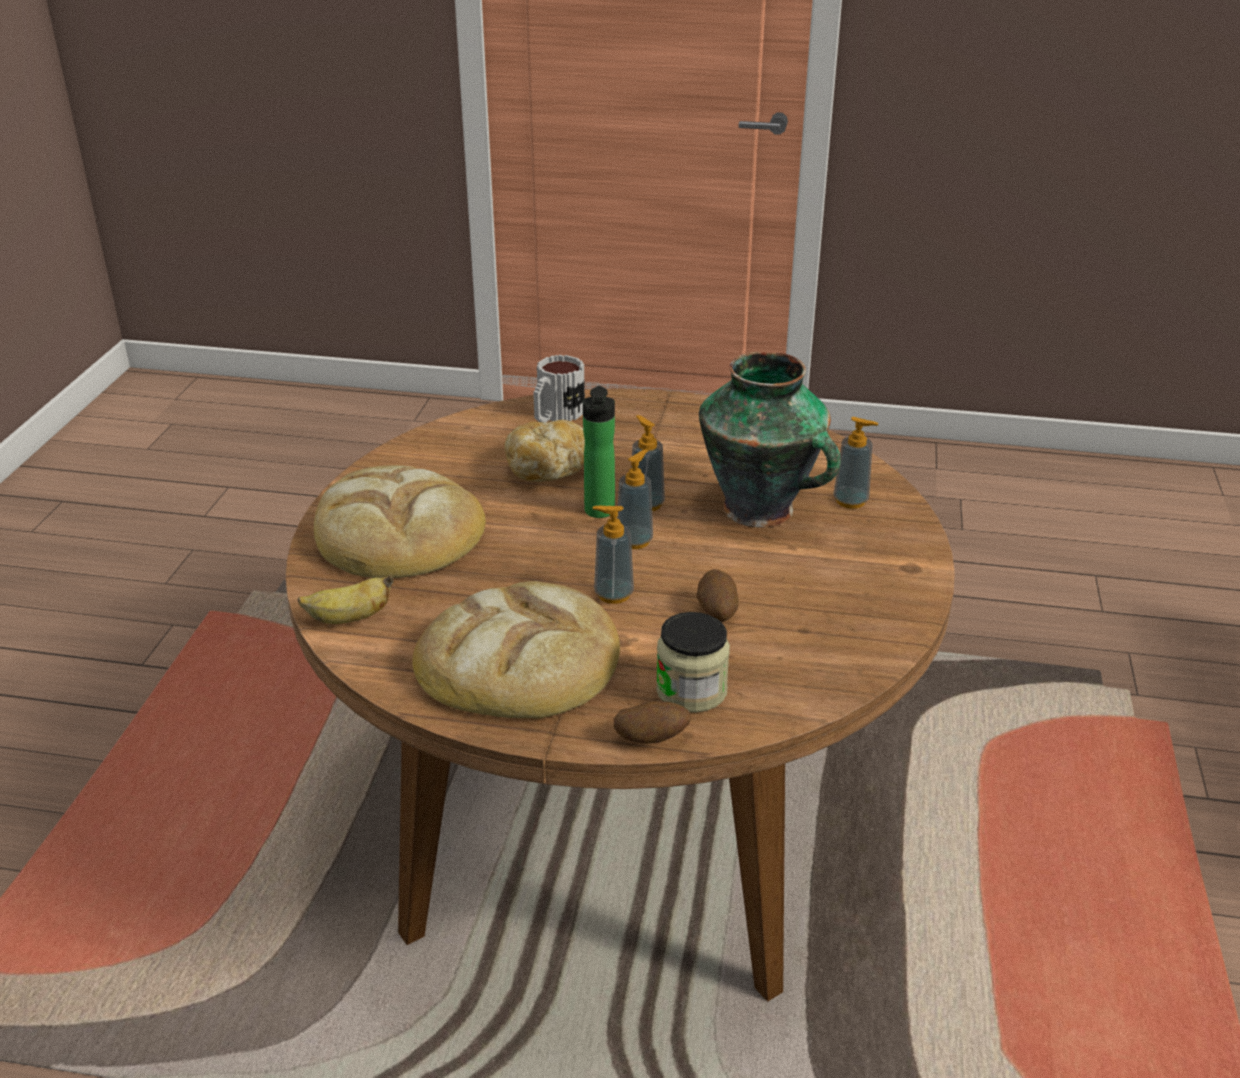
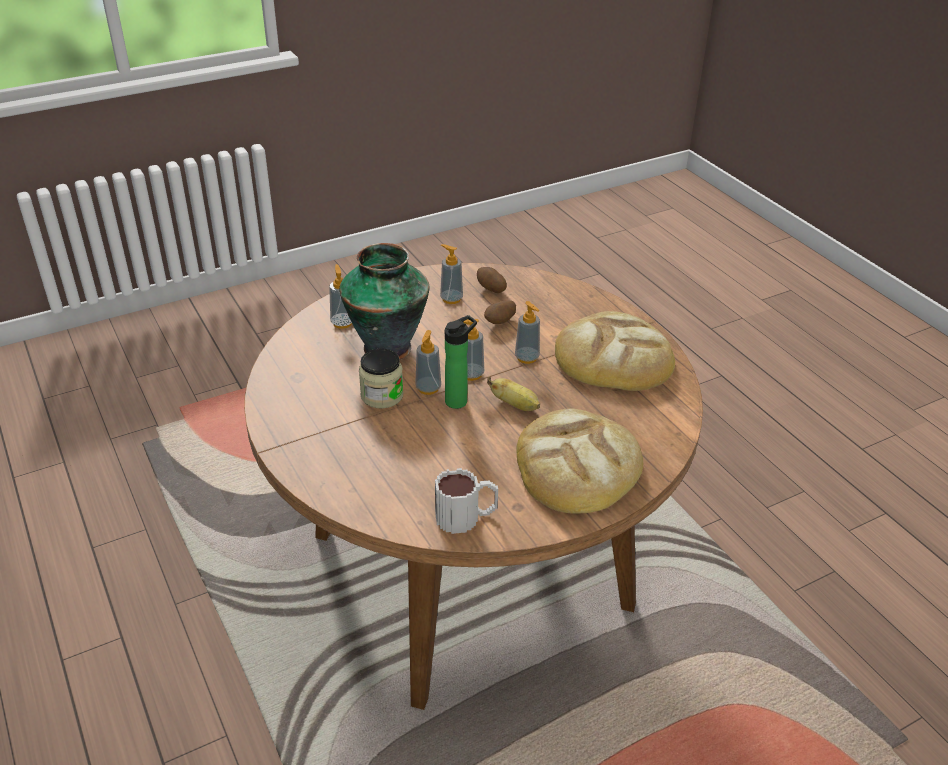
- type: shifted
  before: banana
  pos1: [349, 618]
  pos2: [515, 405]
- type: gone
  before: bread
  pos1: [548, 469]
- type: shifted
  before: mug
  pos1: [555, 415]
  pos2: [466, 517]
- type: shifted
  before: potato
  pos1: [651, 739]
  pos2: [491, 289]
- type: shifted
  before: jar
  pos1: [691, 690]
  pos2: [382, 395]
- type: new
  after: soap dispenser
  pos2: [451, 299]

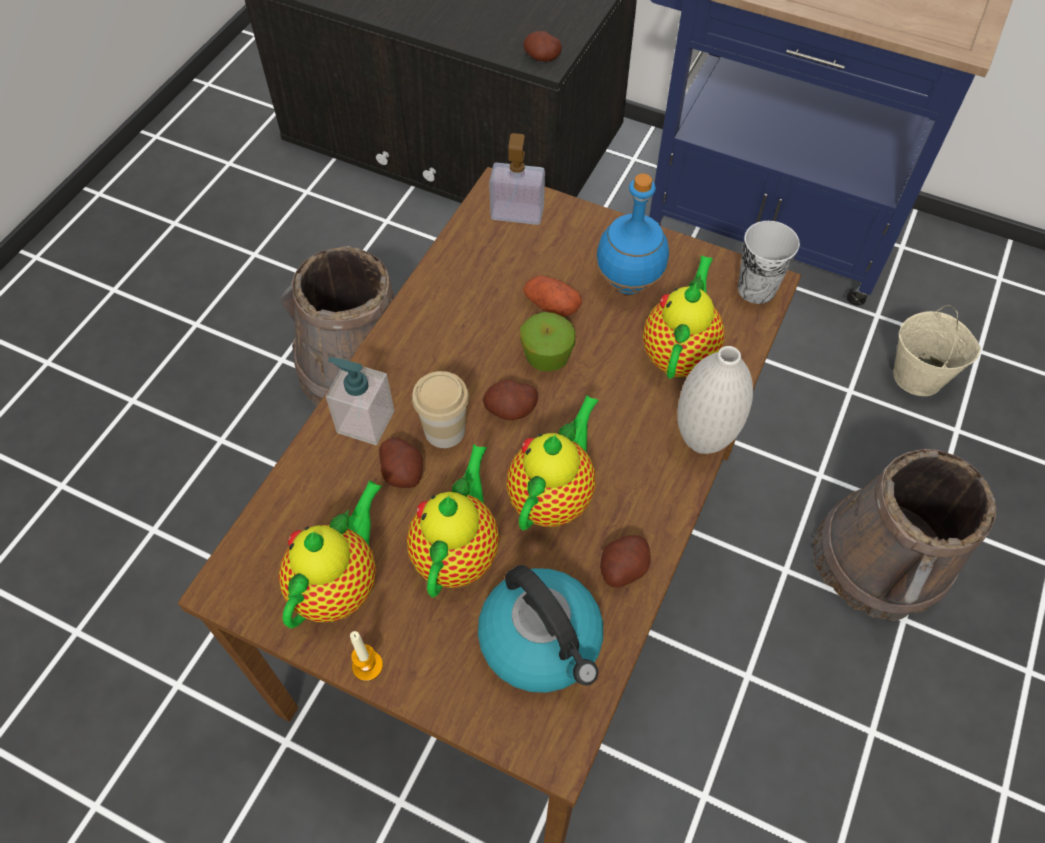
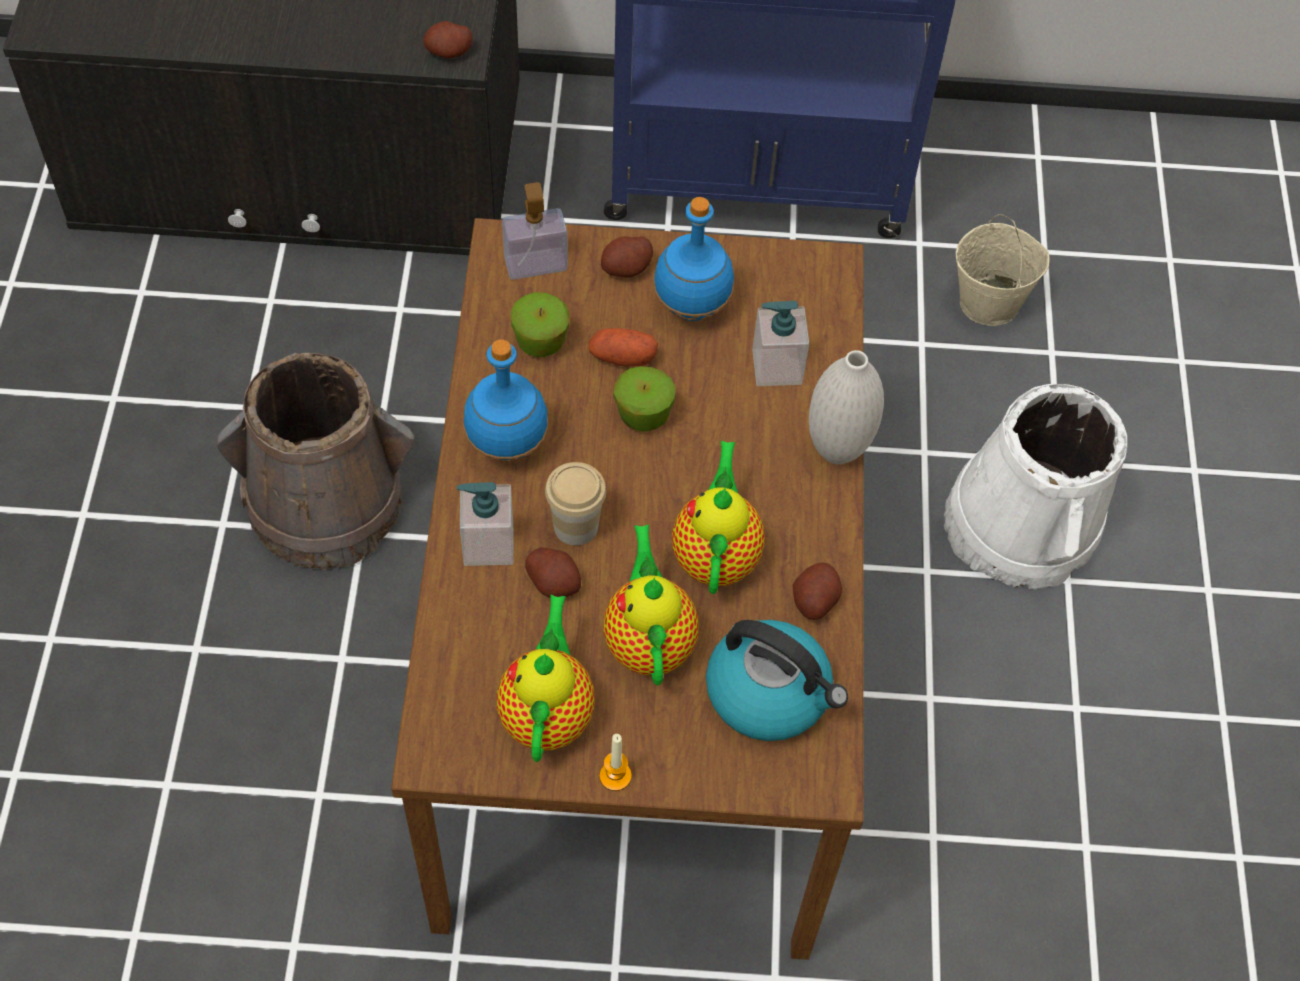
- type: shifted
  before: potato
  pos1: [511, 409]
  pos2: [626, 268]
- type: swapped
  before: teapot
  after: soap dispenser
  pos1: [679, 352]
  pos2: [776, 367]
- type: gone
  before: cup
  pos1: [756, 289]
- type: repainted
  before: brown bucket
  after: white bucket
  pos1: [880, 560]
  pos2: [1021, 525]
- type: new
  after: blue bottle
  pos2: [507, 444]
- type: new
  after: apple
  pos2: [541, 341]

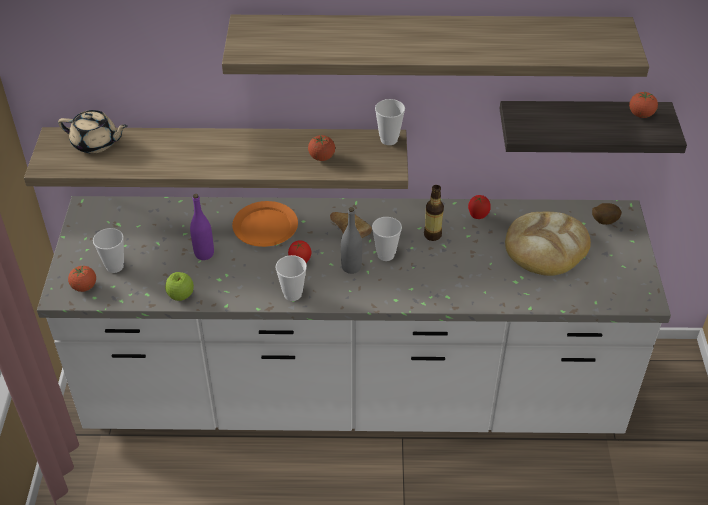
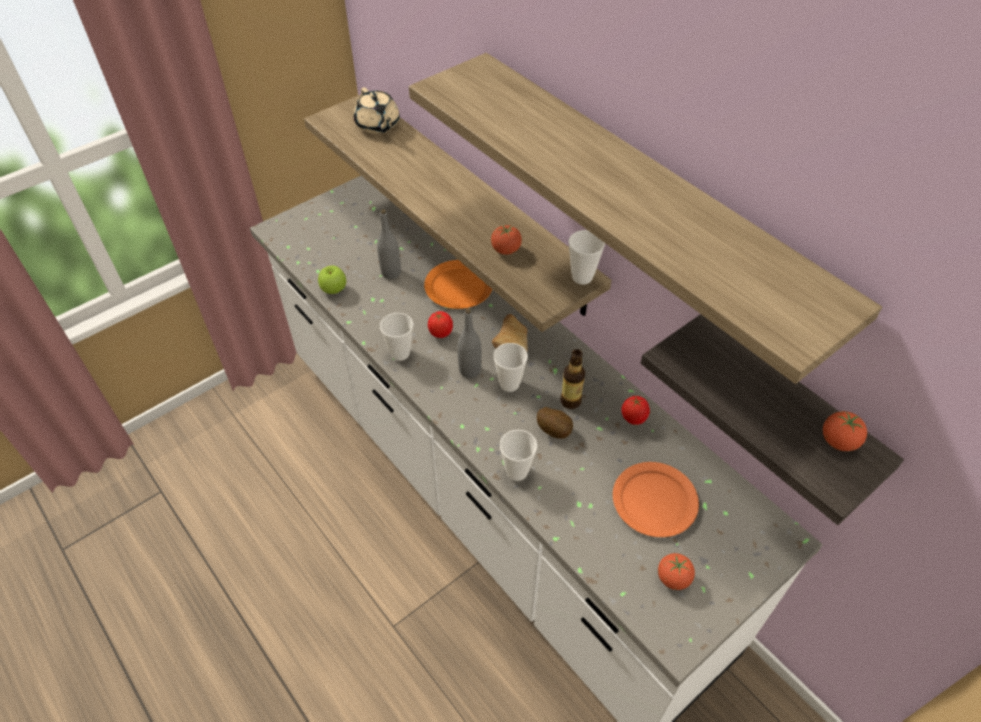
- type: shifted
  before: tomato
  pos1: [84, 287]
  pos2: [673, 578]
- type: shifted
  before: cup
  pos1: [114, 266]
  pos2: [517, 471]
- type: repainted
  before: purple bottle
  after: grey bottle
  pos1: [204, 254]
  pos2: [391, 273]
- type: swapped
  before: bread
  after: orange plate
  pos1: [546, 246]
  pos2: [654, 500]
- type: shifted
  before: potato
  pos1: [603, 221]
  pos2: [554, 430]

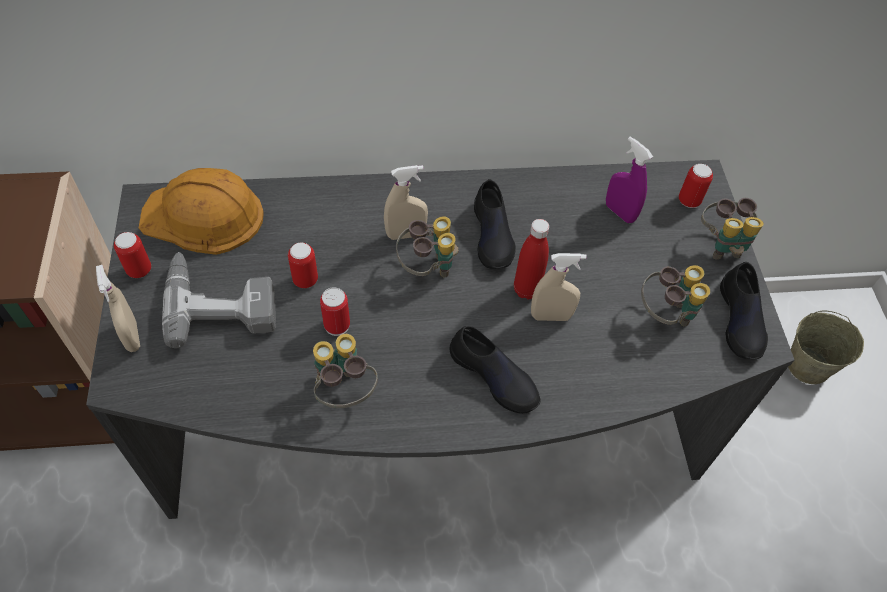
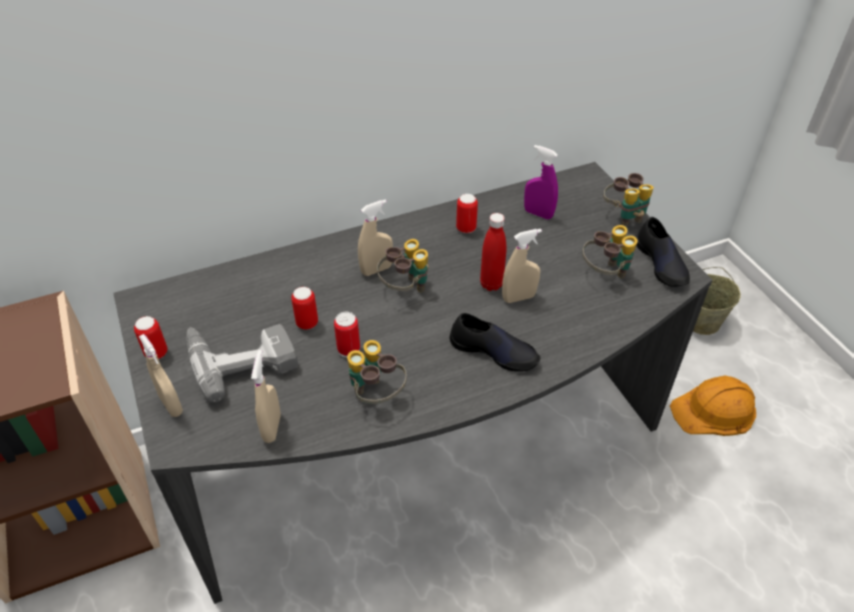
- type: shifted
  before: orange hard hat
  pos1: [203, 216]
  pos2: [714, 411]
- type: gone
  before: black shoe
  pos1: [492, 235]
- type: shifted
  before: can
  pos1: [689, 201]
  pos2: [466, 228]
- type: new
  after: beige spray bottle
  pos2: [272, 428]

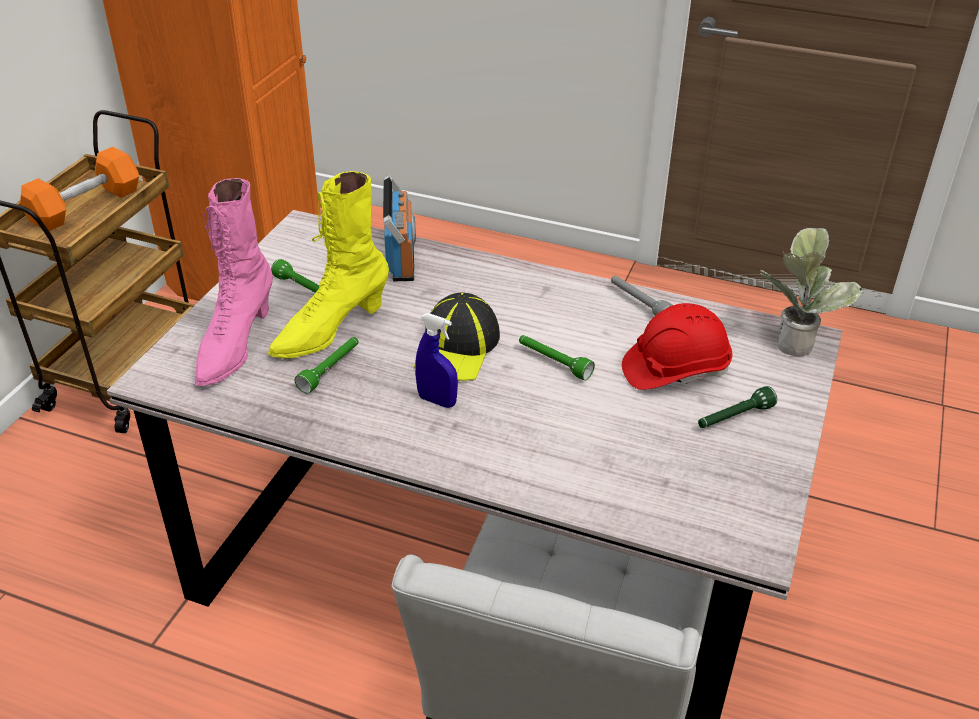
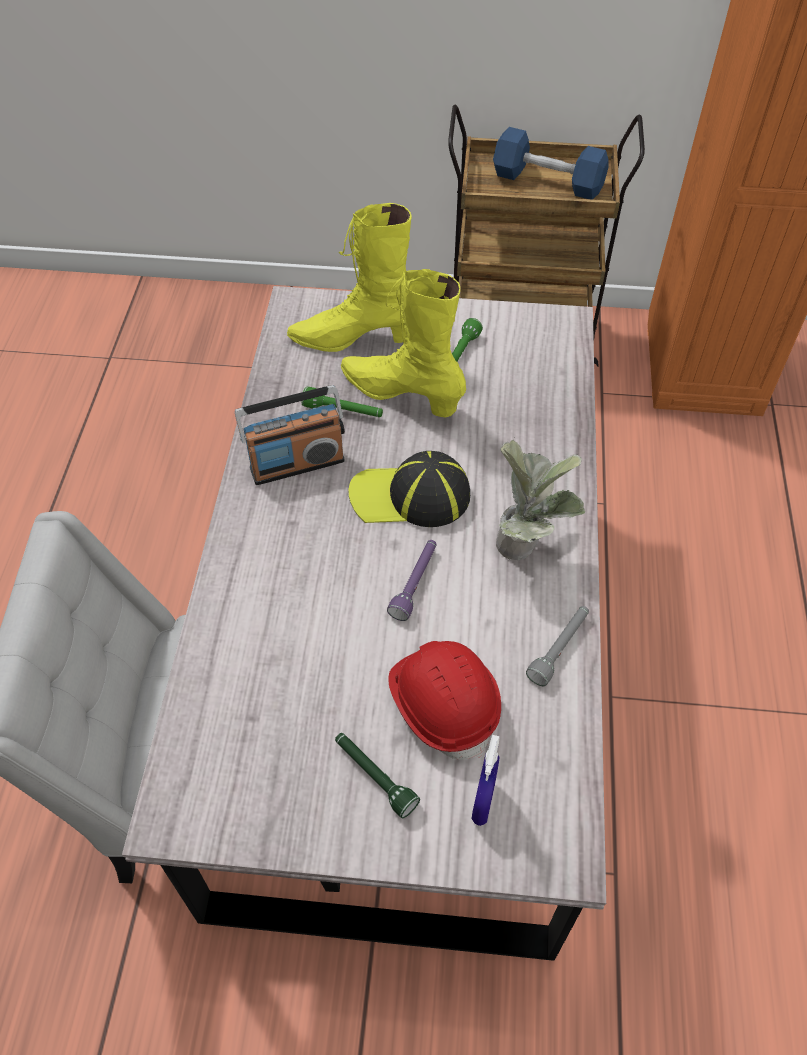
- type: repainted
  before: orange dumbbell
  after: blue dumbbell
  pos1: [85, 206]
  pos2: [548, 181]
- type: repainted
  before: pink boot
  after: yellow boot
  pos1: [235, 345]
  pos2: [355, 338]
- type: shifted
  before: radio
  pos1: [401, 259]
  pos2: [297, 464]
- type: shifted
  before: blue spray bottle
  pos1: [437, 401]
  pos2: [483, 803]
- type: repainted
  before: green flashlight
  after: purple flashlight
  pos1: [553, 362]
  pos2: [415, 583]
- type: shifted
  before: potted plant
  pos1: [794, 339]
  pos2: [527, 544]

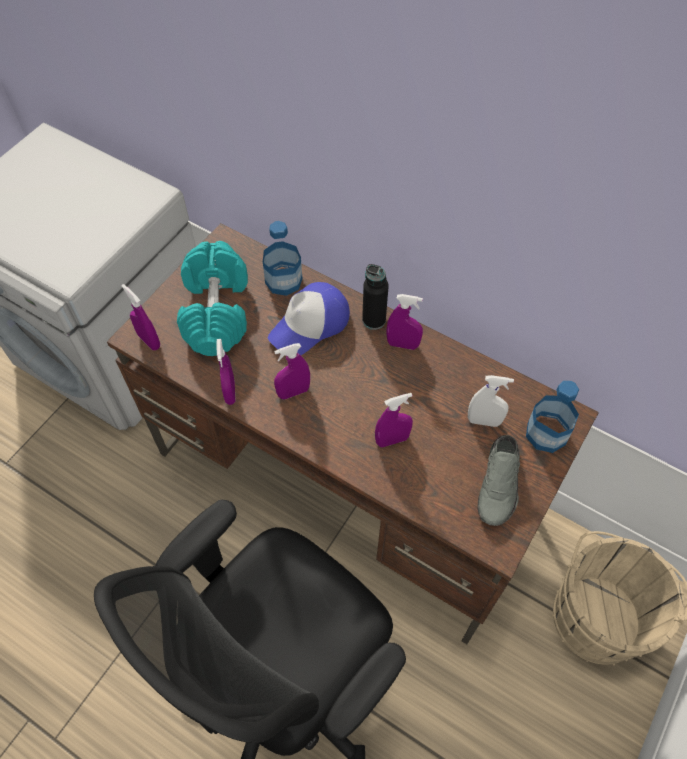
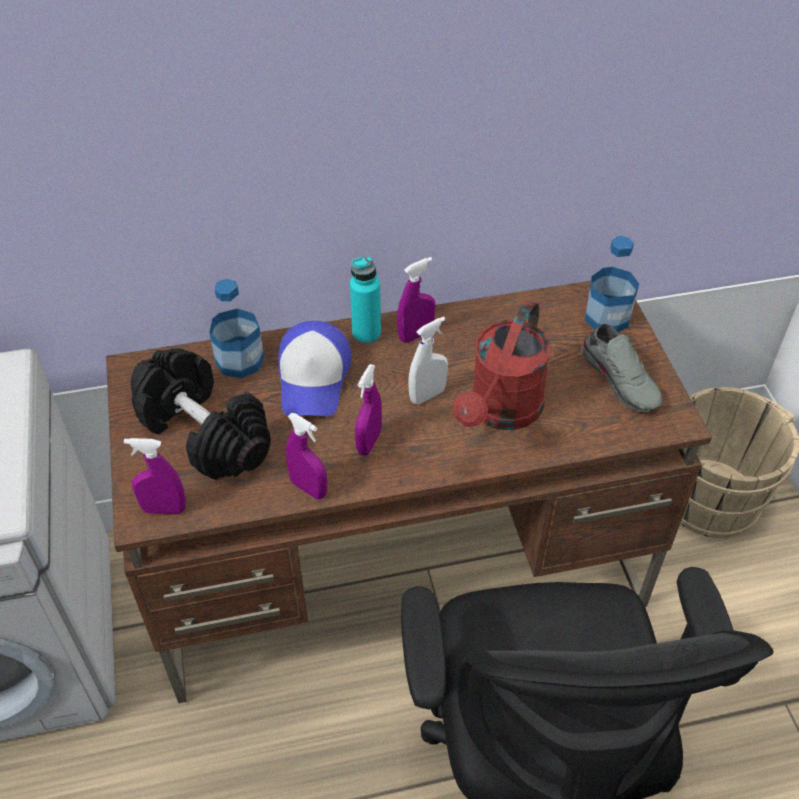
- type: repainted
  before: turquoise dumbbell
  after: black dumbbell
  pos1: [217, 312]
  pos2: [205, 432]
- type: repainted
  before: black bottle
  after: turquoise bottle
  pos1: [374, 320]
  pos2: [366, 334]
- type: swapped
  before: purple spray bottle
  after: red watering can
  pos1: [392, 440]
  pos2: [501, 413]
- type: shifted
  before: white spray bottle
  pos1: [484, 421]
  pos2: [427, 395]

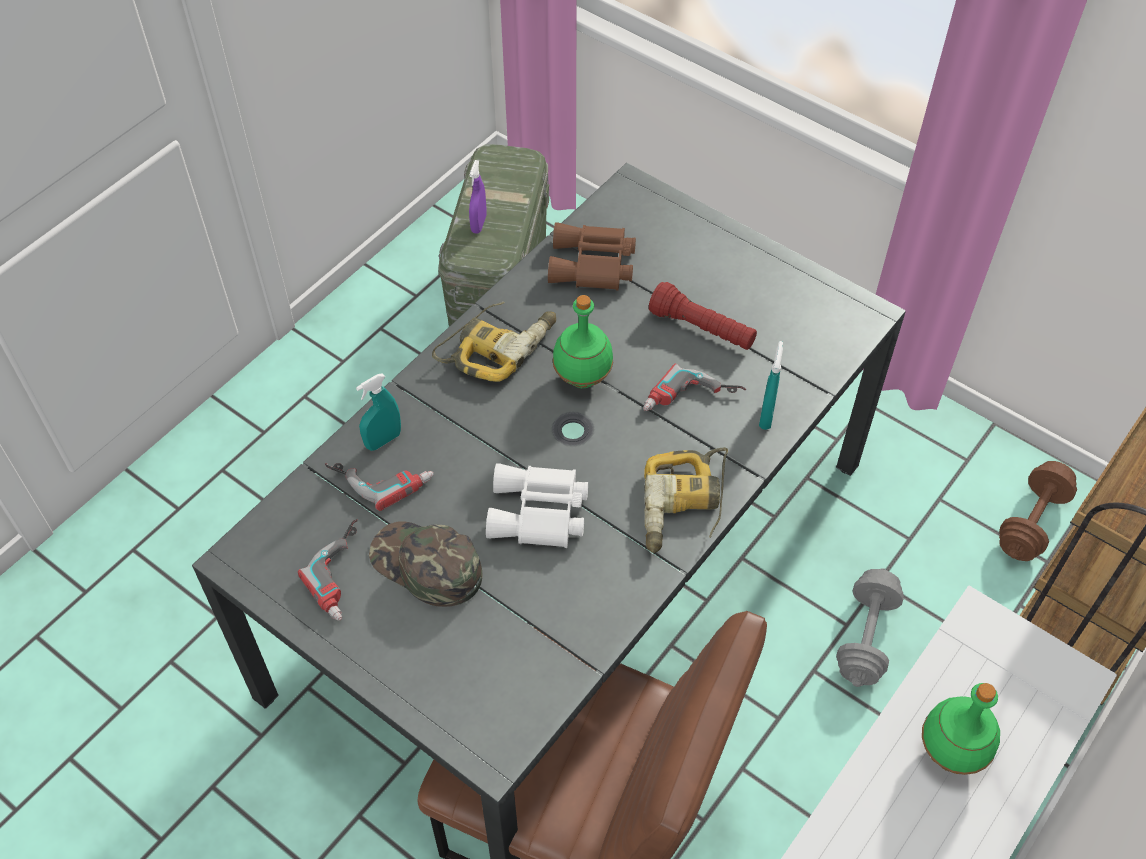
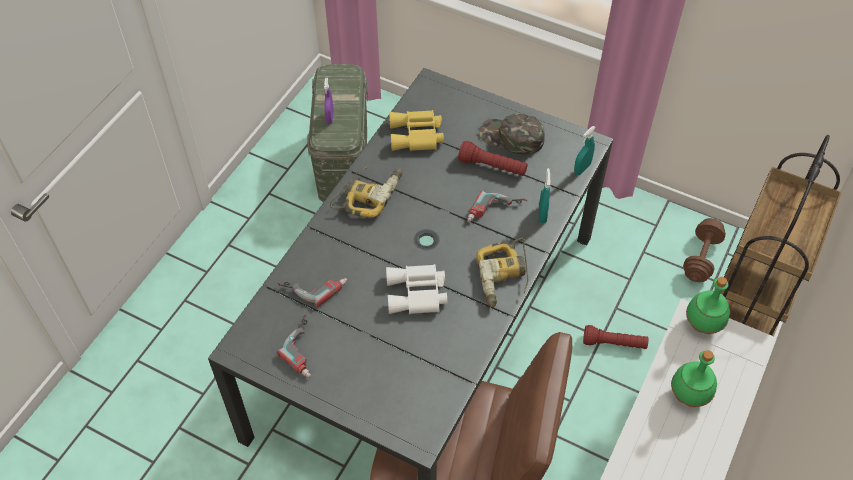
- type: shifted
  before: turquoise spray bottle
  pos1: [383, 440]
  pos2: [582, 168]
- type: shifted
  before: green cap
  pos1: [426, 566]
  pos2: [511, 138]
- type: repainted
  before: brown binoculars
  after: yellow binoculars
  pos1: [593, 266]
  pos2: [417, 136]
- type: shifted
  before: green bottle
  pos1: [583, 377]
  pos2: [703, 325]
- type: swapped
  before: grey dumbbell
  after: red flashlight
  pos1: [866, 637]
  pos2: [614, 343]

